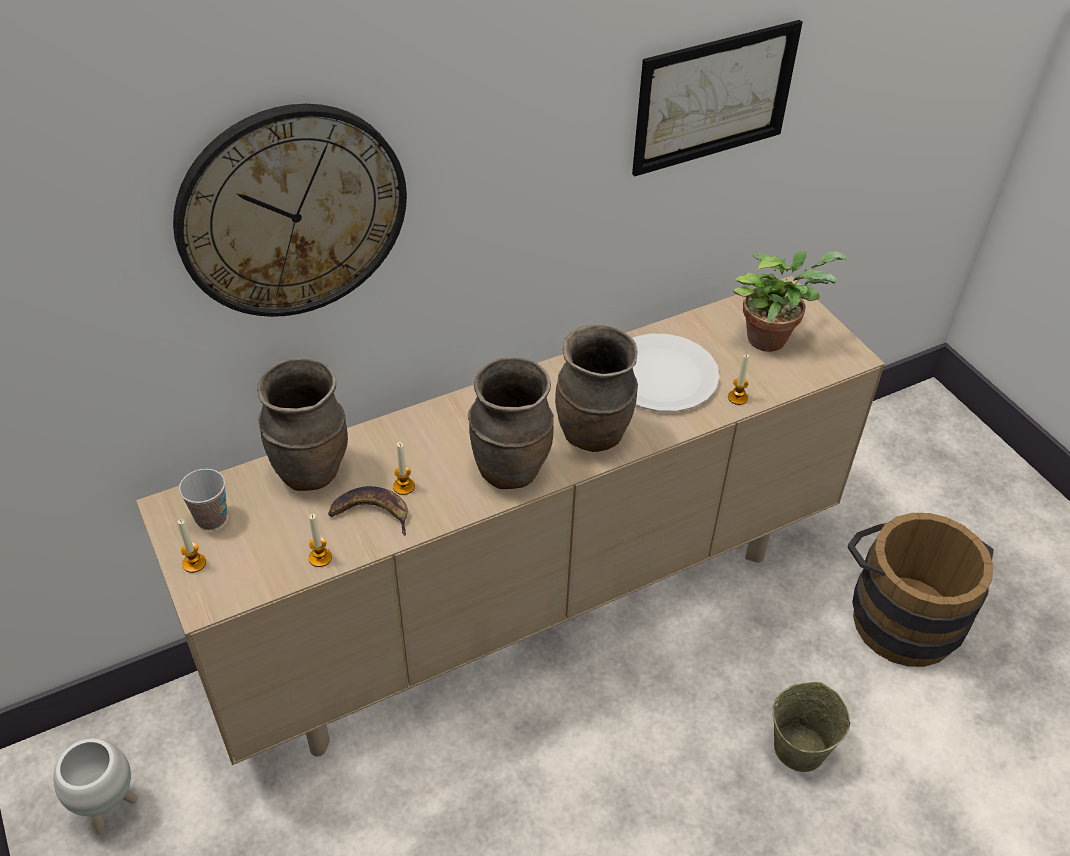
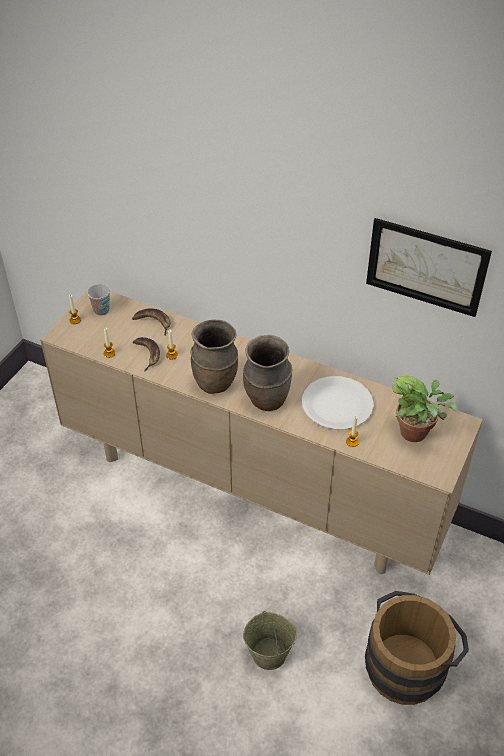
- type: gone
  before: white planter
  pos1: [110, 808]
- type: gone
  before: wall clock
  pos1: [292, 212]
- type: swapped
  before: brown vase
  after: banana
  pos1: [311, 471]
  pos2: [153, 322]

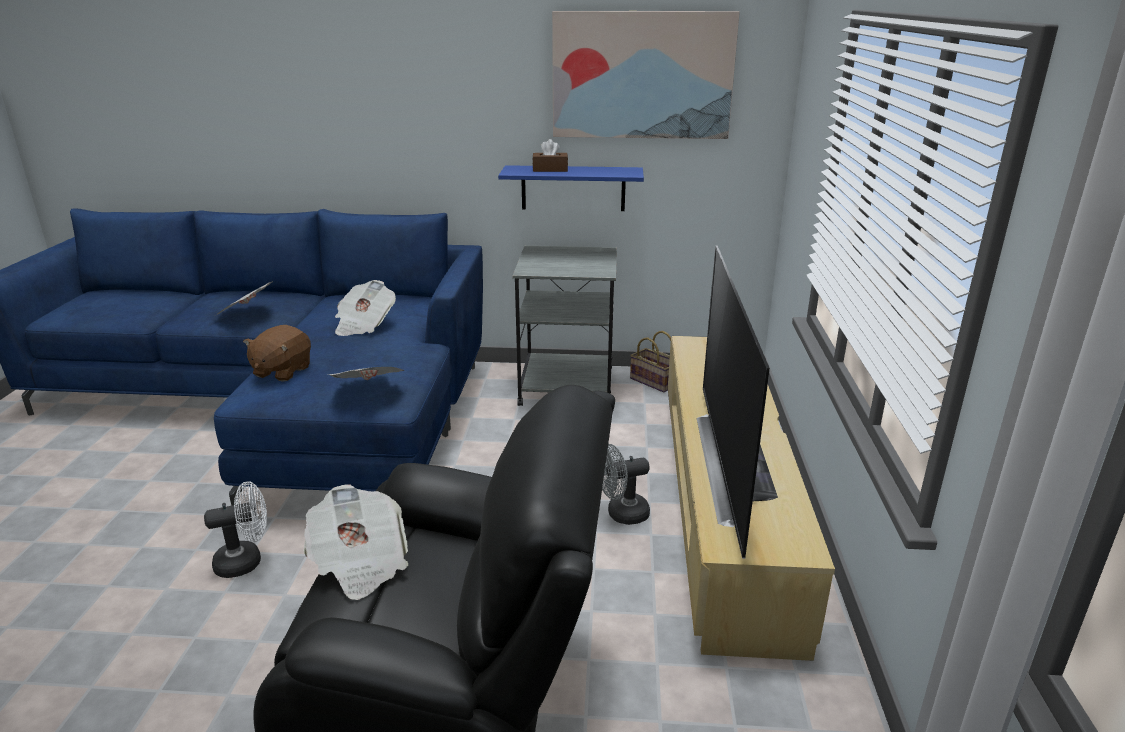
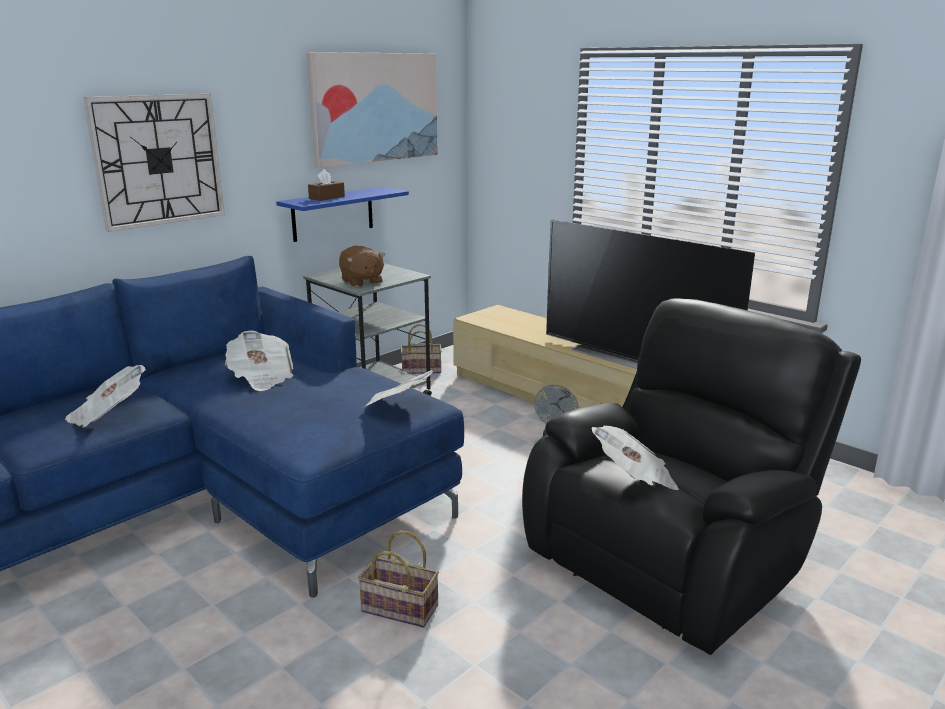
- type: swapped
  before: white fan
  after: basket
  pos1: [246, 561]
  pos2: [397, 609]
- type: shifted
  before: brown plush toy
  pos1: [281, 371]
  pos2: [361, 282]
- type: new
  after: wall clock
  pos2: [158, 160]

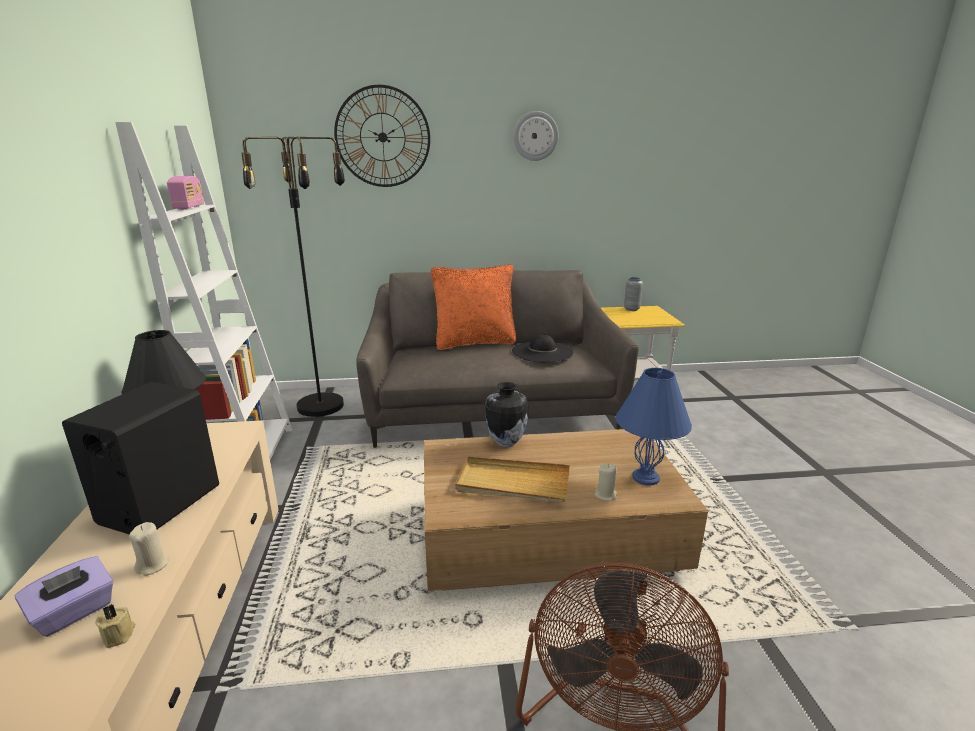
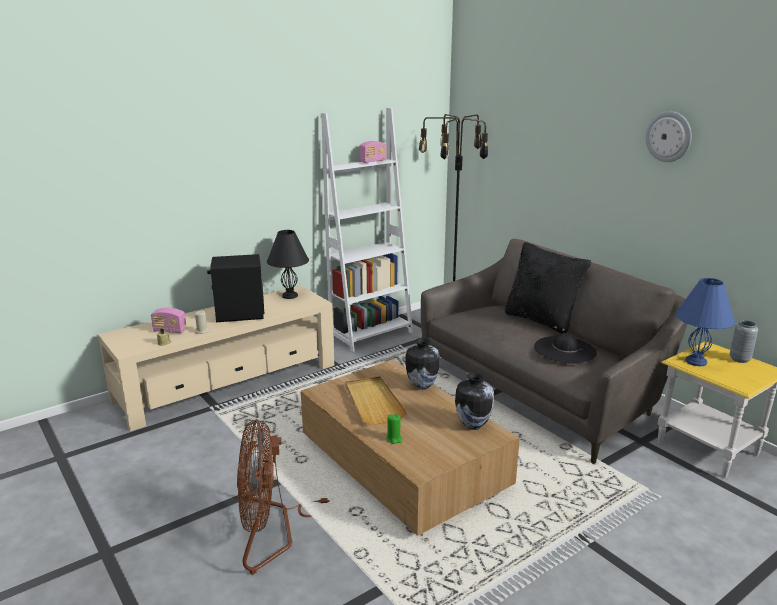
- type: swapped
  before: purple tissue box
  after: radio
  pos1: [74, 612]
  pos2: [170, 331]
- type: gone
  before: wall clock
  pos1: [382, 137]
- type: repainted
  before: orange pillow
  after: black pillow
  pos1: [475, 344]
  pos2: [541, 322]
- type: repainted
  before: beige candle
  after: green candle
  pos1: [605, 495]
  pos2: [394, 439]
- type: shifted
  before: blue table lamp
  pos1: [646, 478]
  pos2: [695, 361]
- type: new
  after: vase
  pos2: [473, 425]

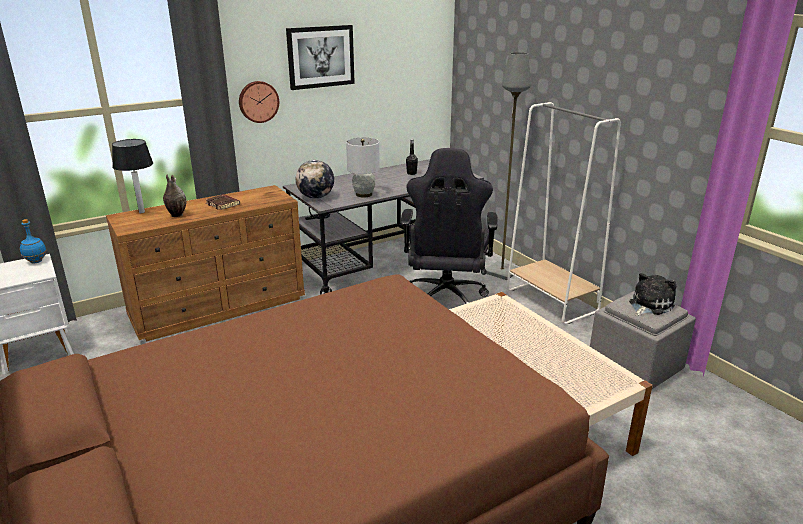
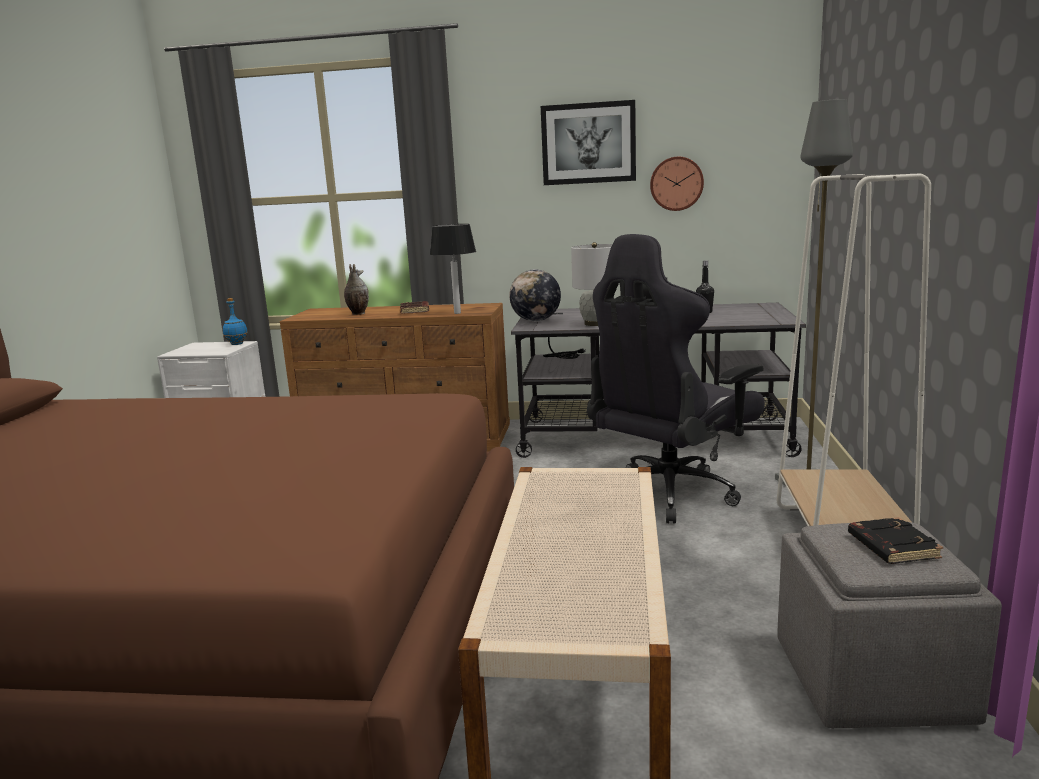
- type: shifted
  before: table lamp
  pos1: [141, 212]
  pos2: [457, 313]
- type: shifted
  before: wall clock
  pos1: [258, 101]
  pos2: [676, 183]
- type: swapped
  before: plush toy
  after: black book
  pos1: [649, 305]
  pos2: [891, 546]

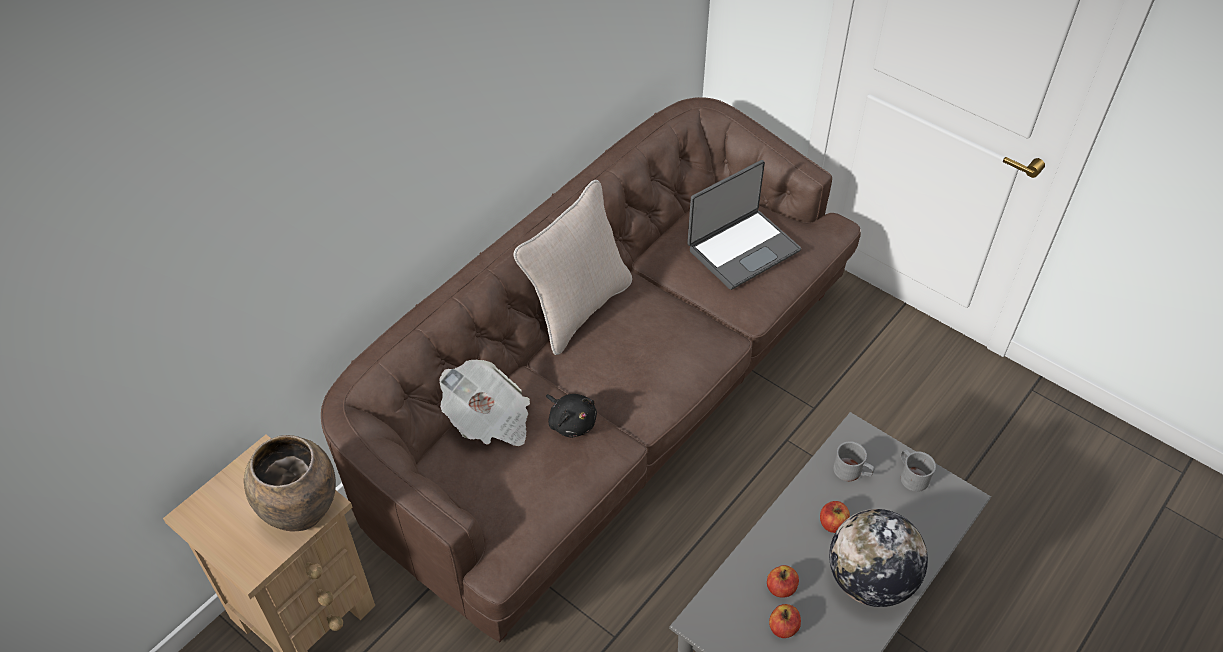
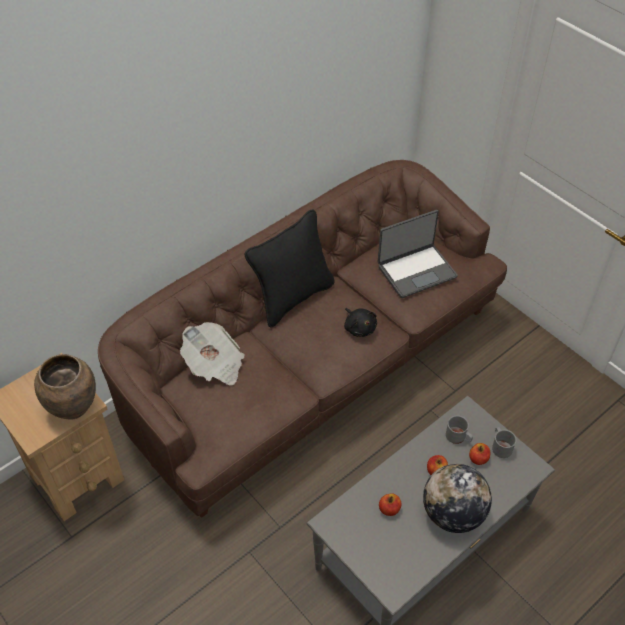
- type: repainted
  before: beige pillow
  after: black pillow
  pos1: [578, 309]
  pos2: [292, 297]
- type: shifted
  before: black plush toy
  pos1: [571, 422]
  pos2: [359, 327]
- type: shifted
  before: apple
  pos1: [783, 627]
  pos2: [478, 459]

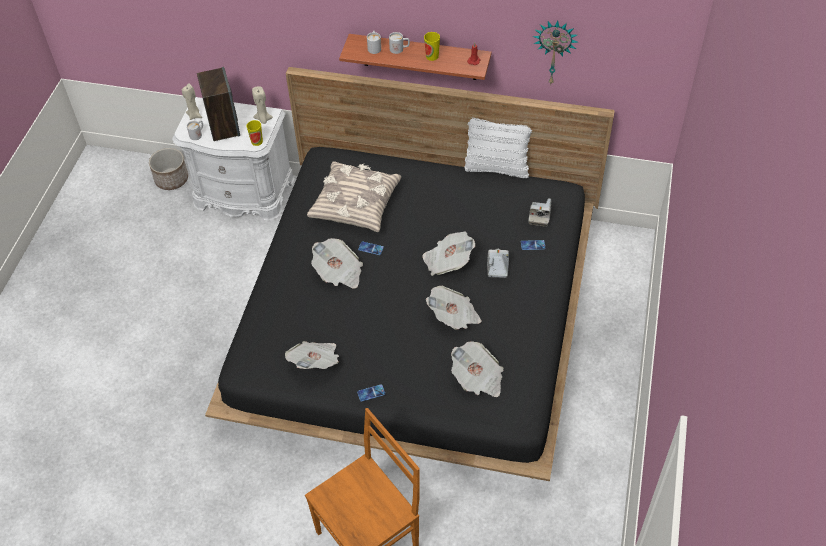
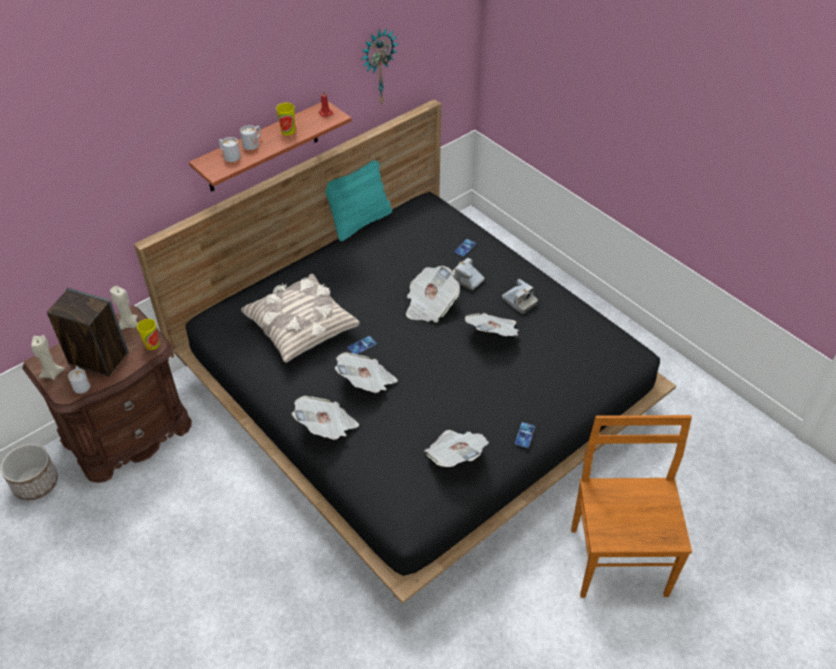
- type: repainted
  before: white nightstand
  after: brown nightstand
  pos1: [243, 195]
  pos2: [131, 435]
- type: shifted
  before: newspaper
  pos1: [477, 378]
  pos2: [327, 427]
- type: repainted
  before: white pillow
  after: turquoise pillow
  pos1: [497, 168]
  pos2: [359, 222]
- type: shifted
  before: photo camera
  pos1: [539, 216]
  pos2: [519, 302]

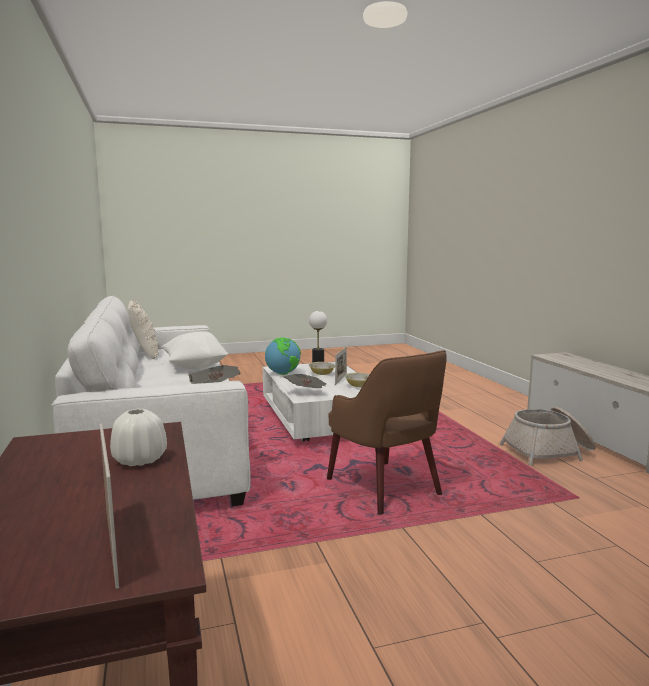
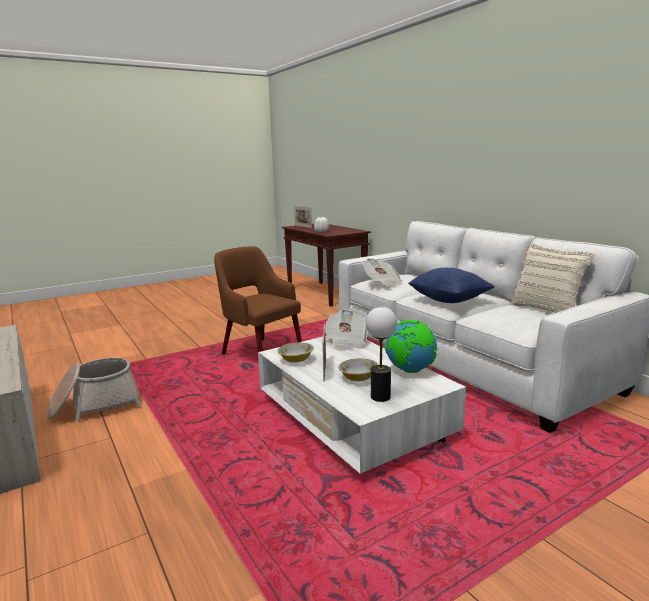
- type: repainted
  before: white pillow
  after: blue pillow
  pos1: [195, 366]
  pos2: [449, 300]

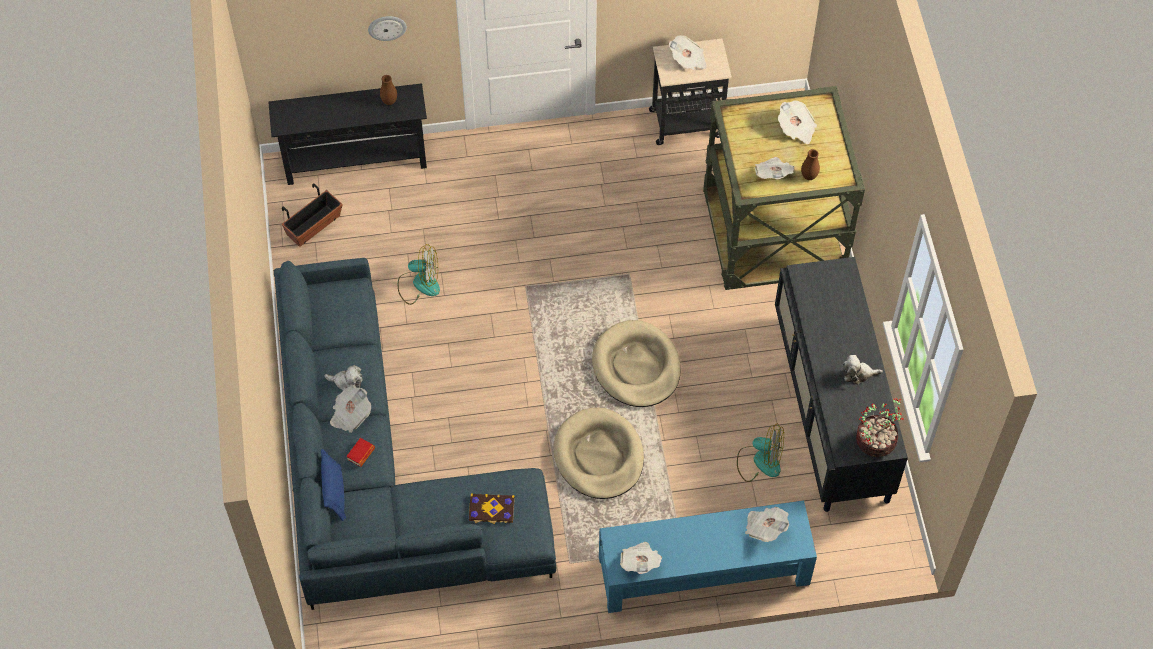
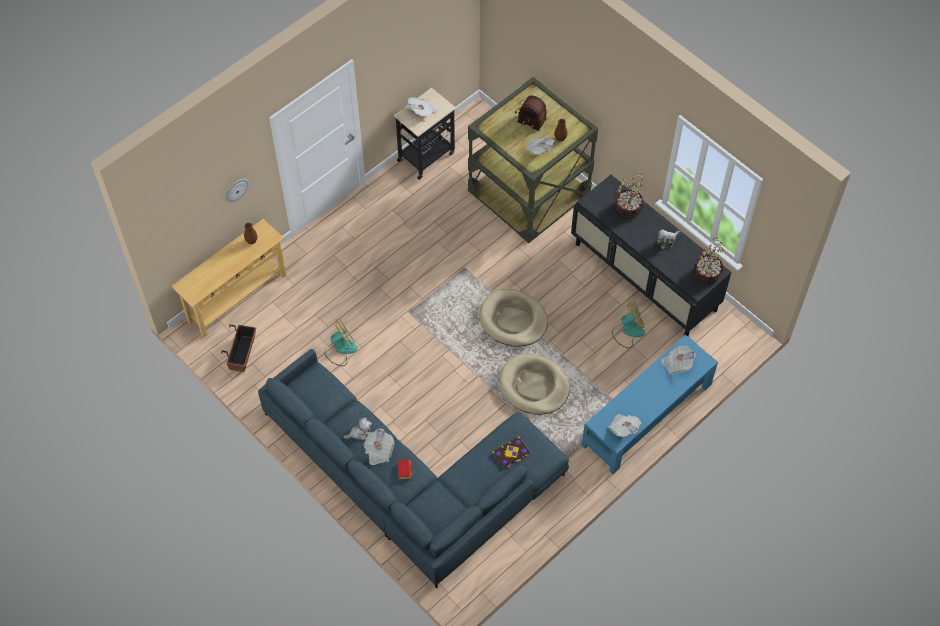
- type: repainted
  before: black console table
  after: beige console table
  pos1: [355, 162]
  pos2: [237, 297]
- type: gone
  before: blue pillow
  pos1: [334, 493]
- type: swapped
  before: newspaper
  after: radio
  pos1: [796, 129]
  pos2: [530, 115]
- type: new
  after: potted plant
  pos2: [628, 207]

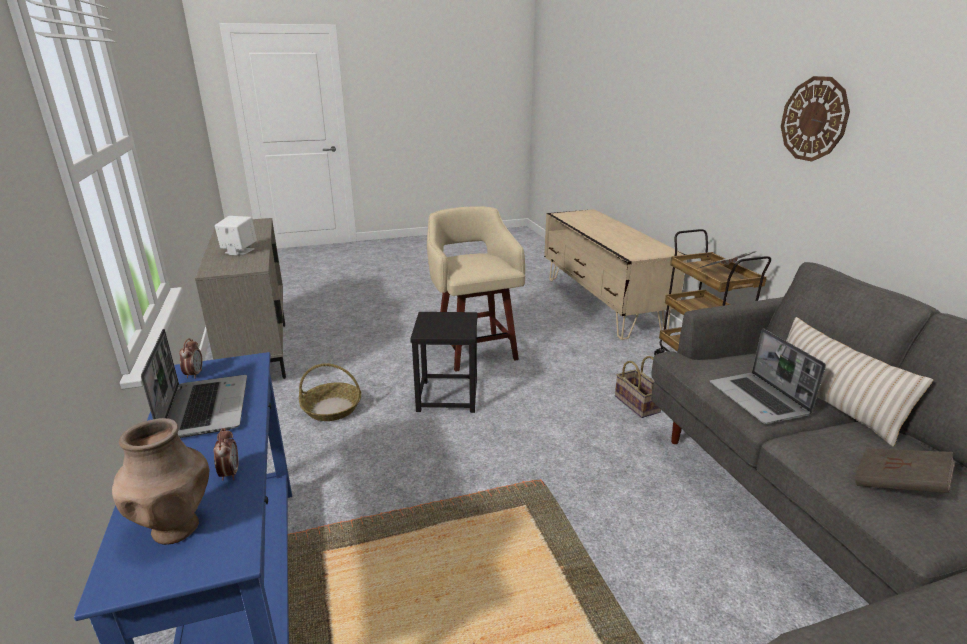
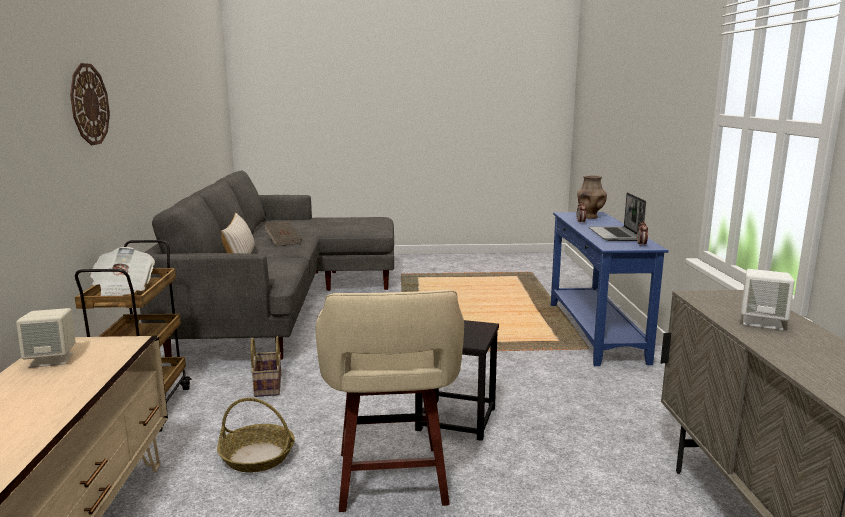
- type: shifted
  before: basket
  pos1: [331, 408]
  pos2: [258, 456]
- type: gone
  before: laptop
  pos1: [759, 400]
- type: new
  after: beige speaker
  pos2: [52, 359]

